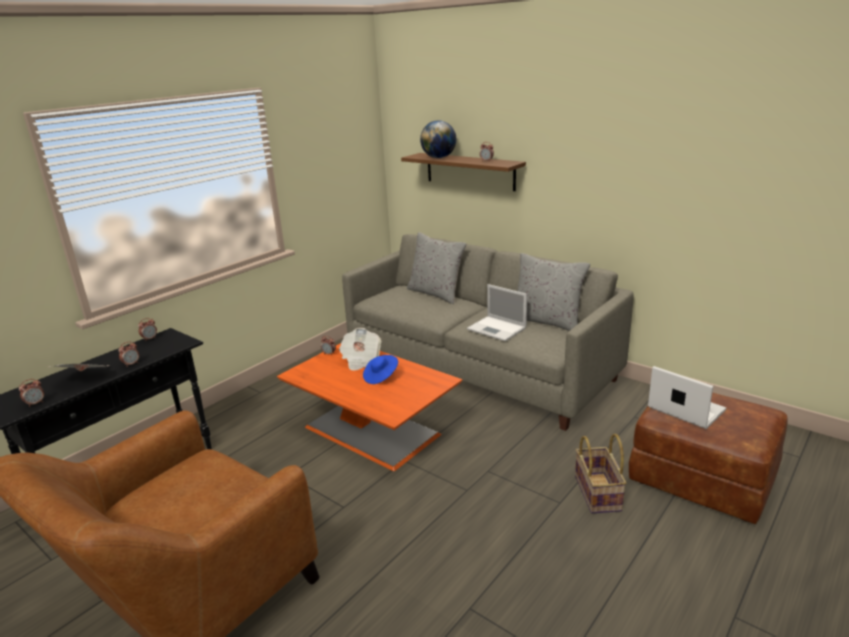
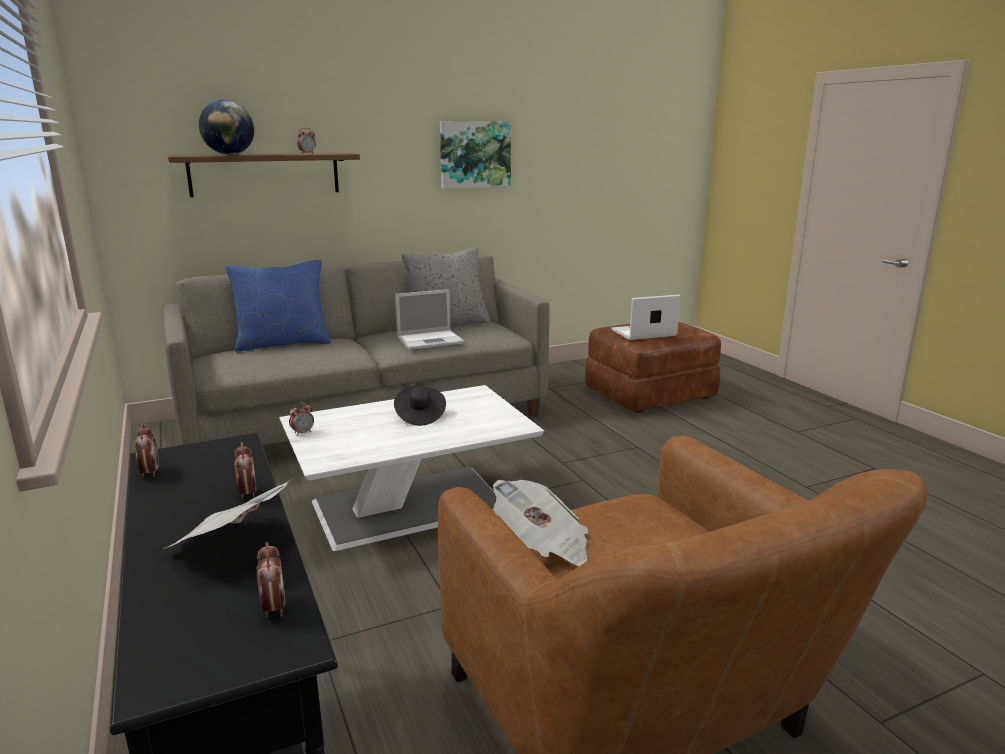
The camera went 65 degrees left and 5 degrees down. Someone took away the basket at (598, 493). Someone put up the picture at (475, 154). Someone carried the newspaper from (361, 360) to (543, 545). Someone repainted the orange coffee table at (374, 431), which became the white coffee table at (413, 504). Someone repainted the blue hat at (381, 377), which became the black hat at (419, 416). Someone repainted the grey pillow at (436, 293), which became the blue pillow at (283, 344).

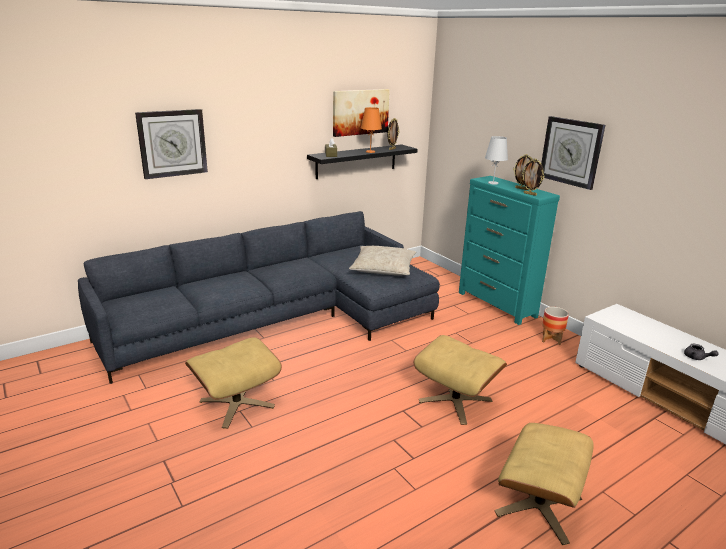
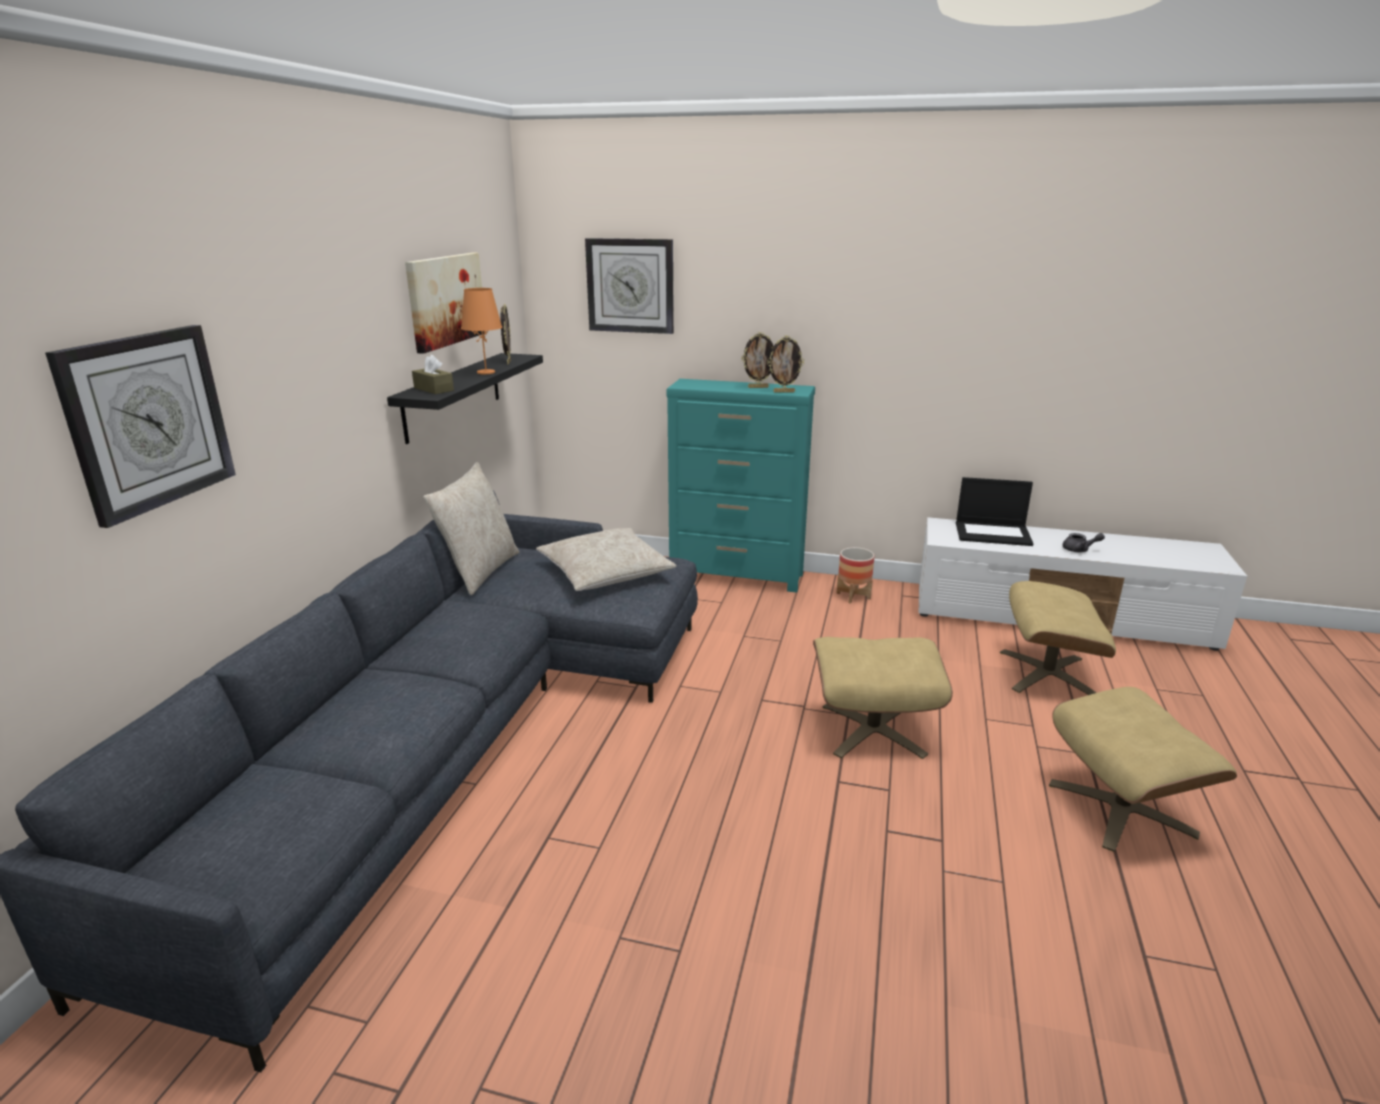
The camera went 40 degrees left and 0 degrees up. Someone took away the white table lamp at (493, 183). Someone put down the beige pillow at (479, 571). Someone put down the laptop at (993, 533). Someone carried the beige ottoman from (237, 403) to (1047, 674). Someone carried the wall clock from (571, 152) to (630, 286).

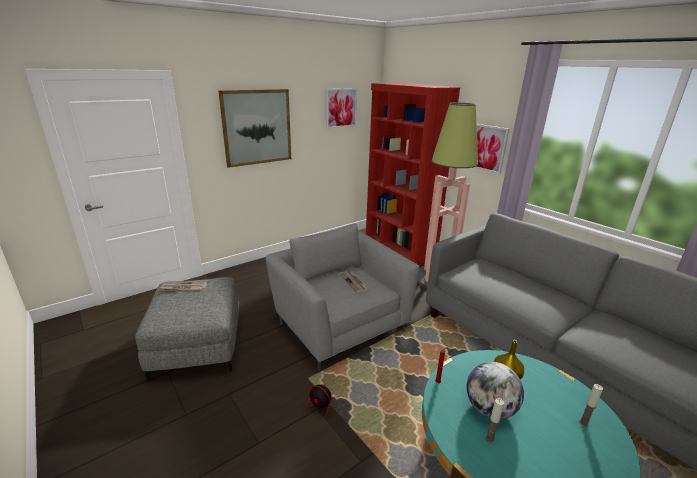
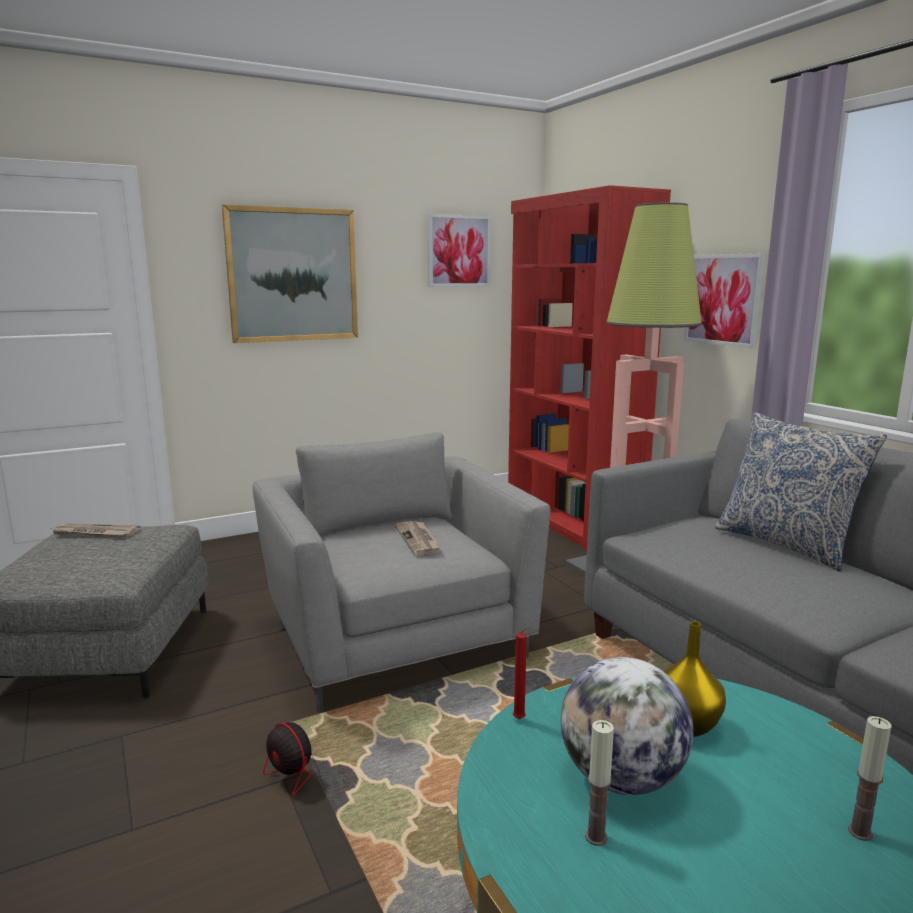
The camera went 10 degrees right and 10 degrees down. Someone put down the pillow at (786, 544).

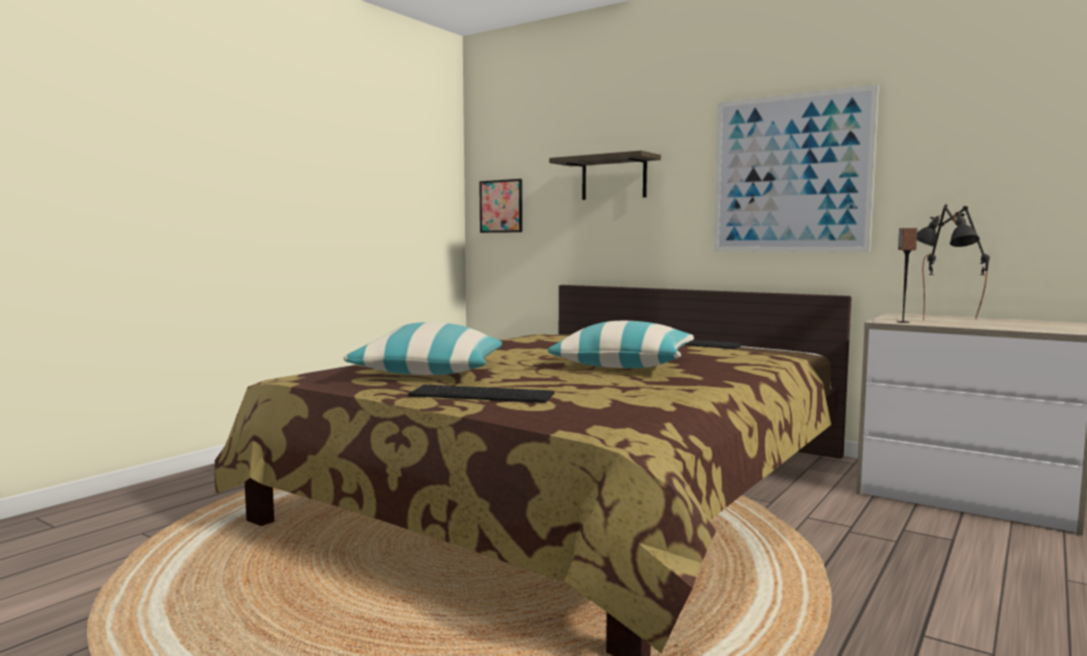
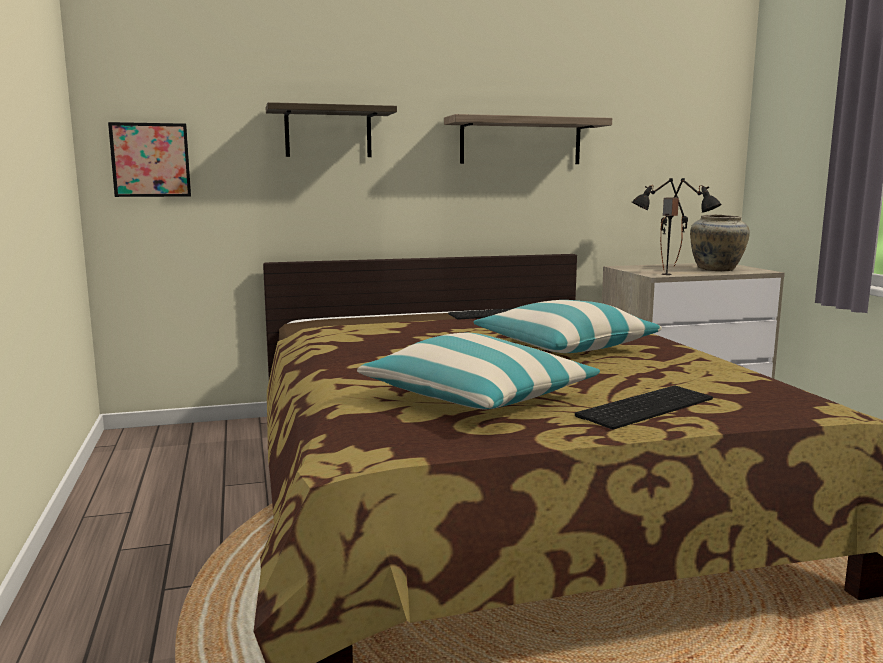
The camera went 50 degrees left and 5 degrees up. Someone put down the beige vase at (716, 269). Someone swapped the picture at (790, 174) for the shelf at (521, 141).

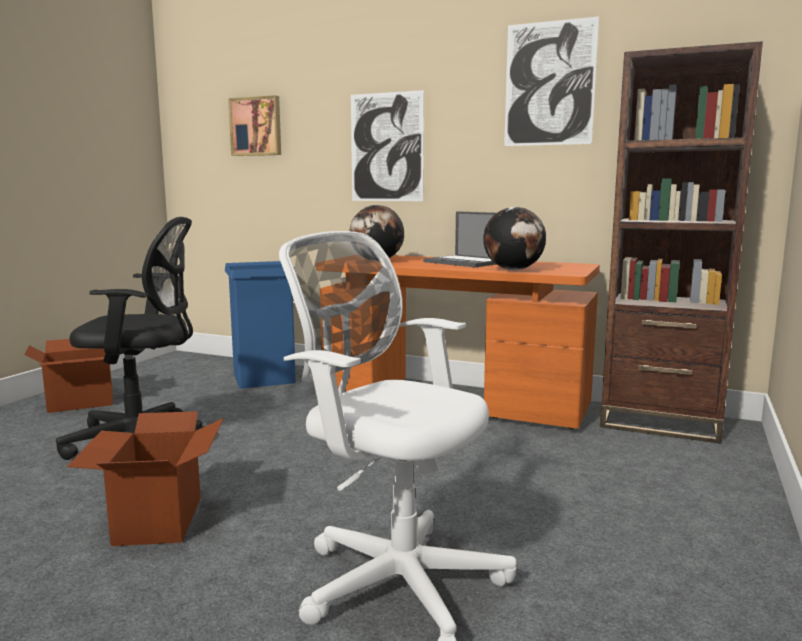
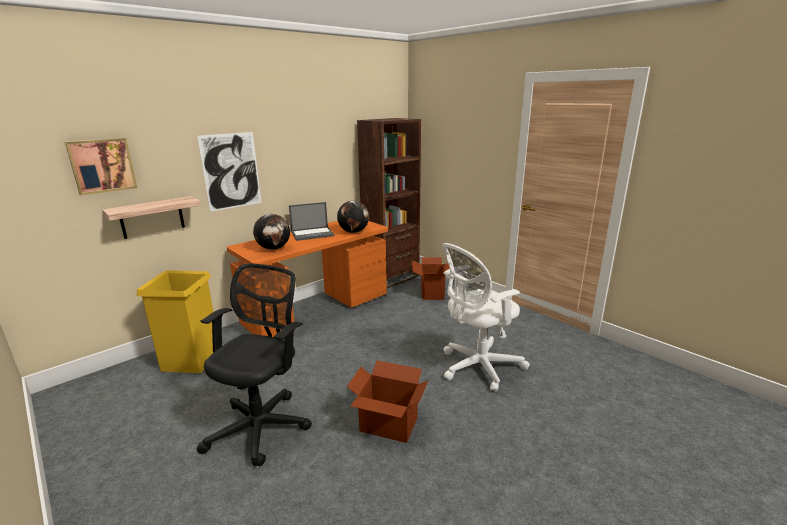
The camera went 65 degrees left and 10 degrees up. Someone took away the picture at (549, 84). Someone put up the shelf at (152, 217). Someone carried the cardboard box from (81, 403) to (432, 293). Someone repainted the blue trash can at (264, 378), which became the yellow trash can at (191, 359).

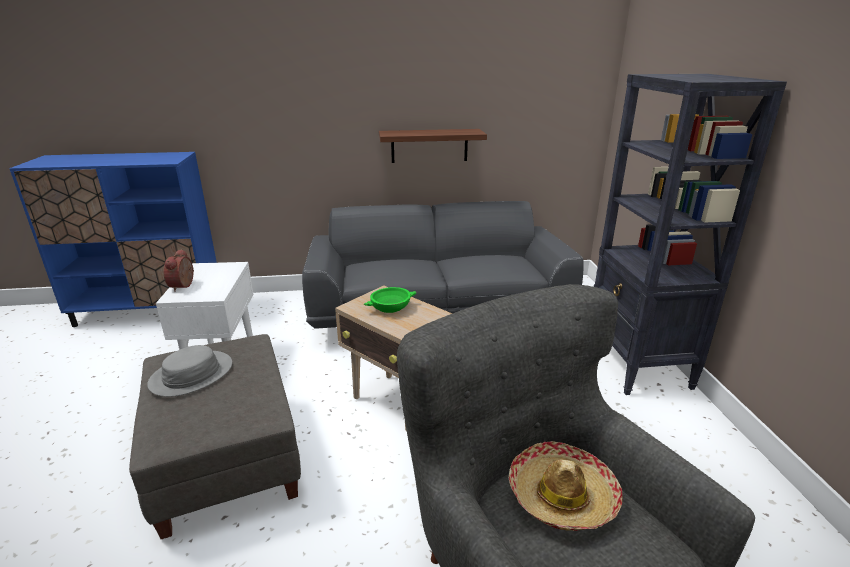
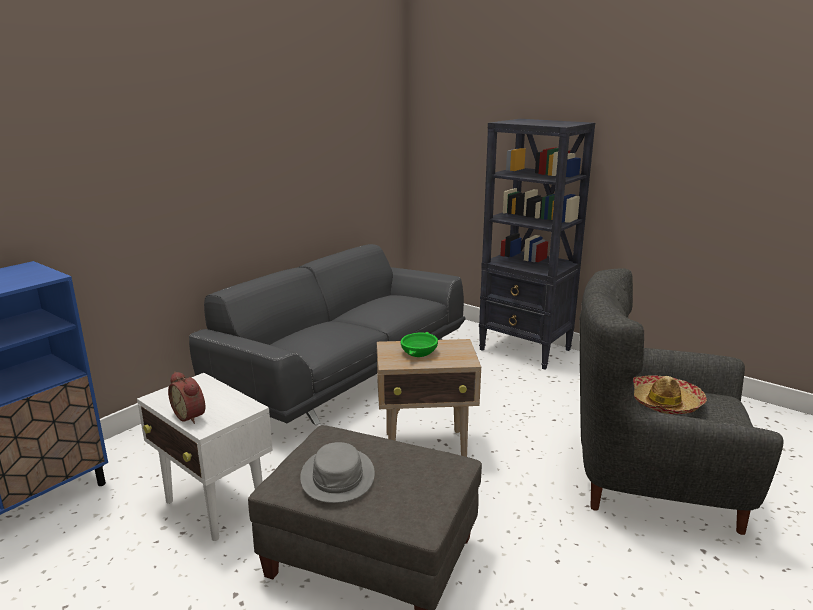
The camera went 45 degrees left and 5 degrees down. Someone took away the shelf at (429, 145).

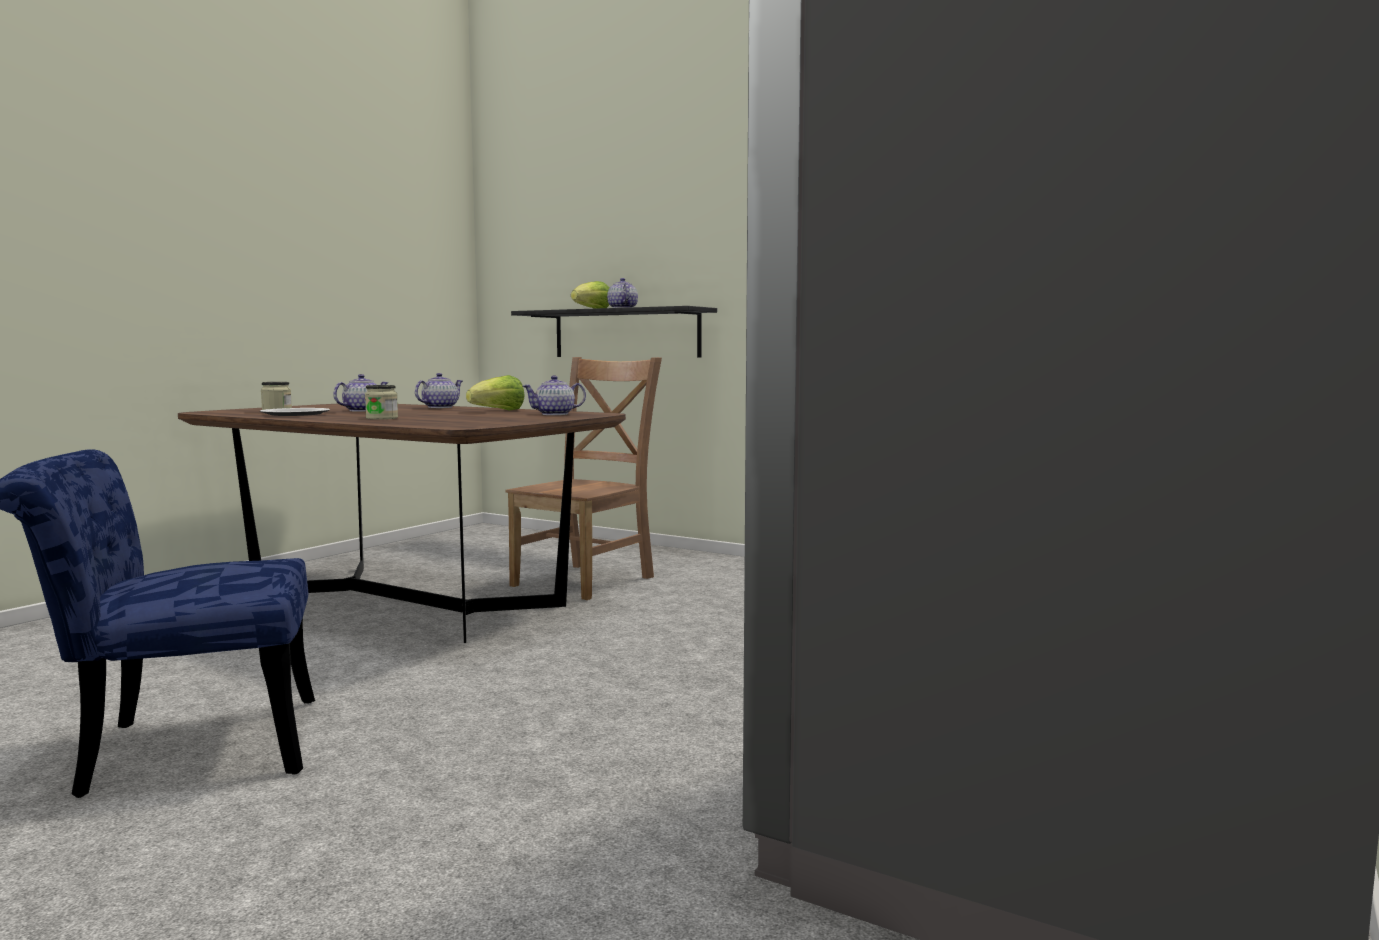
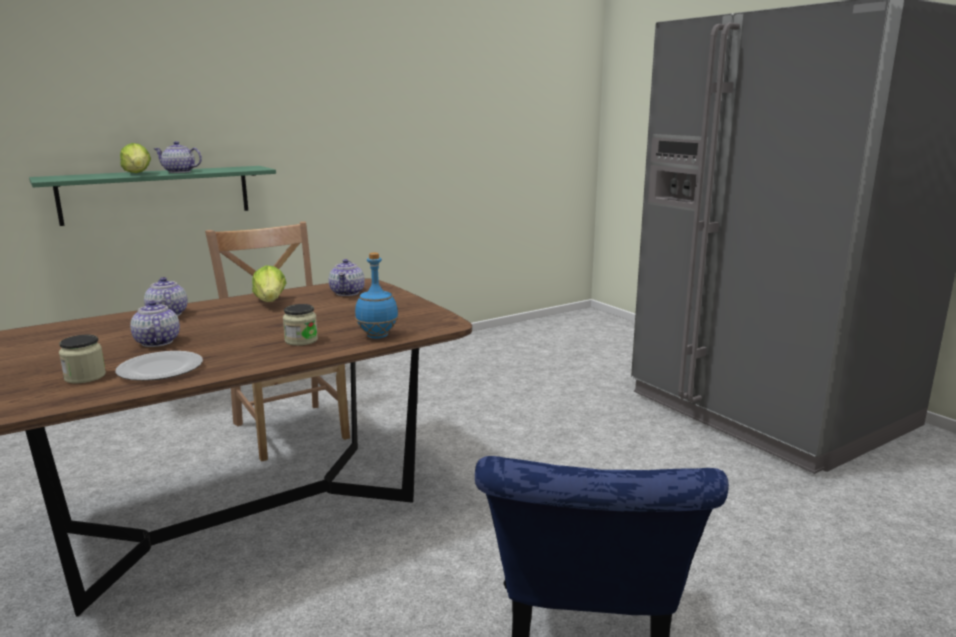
The camera went 65 degrees left and 10 degrees up. Someone put down the blue bottle at (377, 336). Someone repainted the black shelf at (626, 333), which became the green shelf at (156, 194).

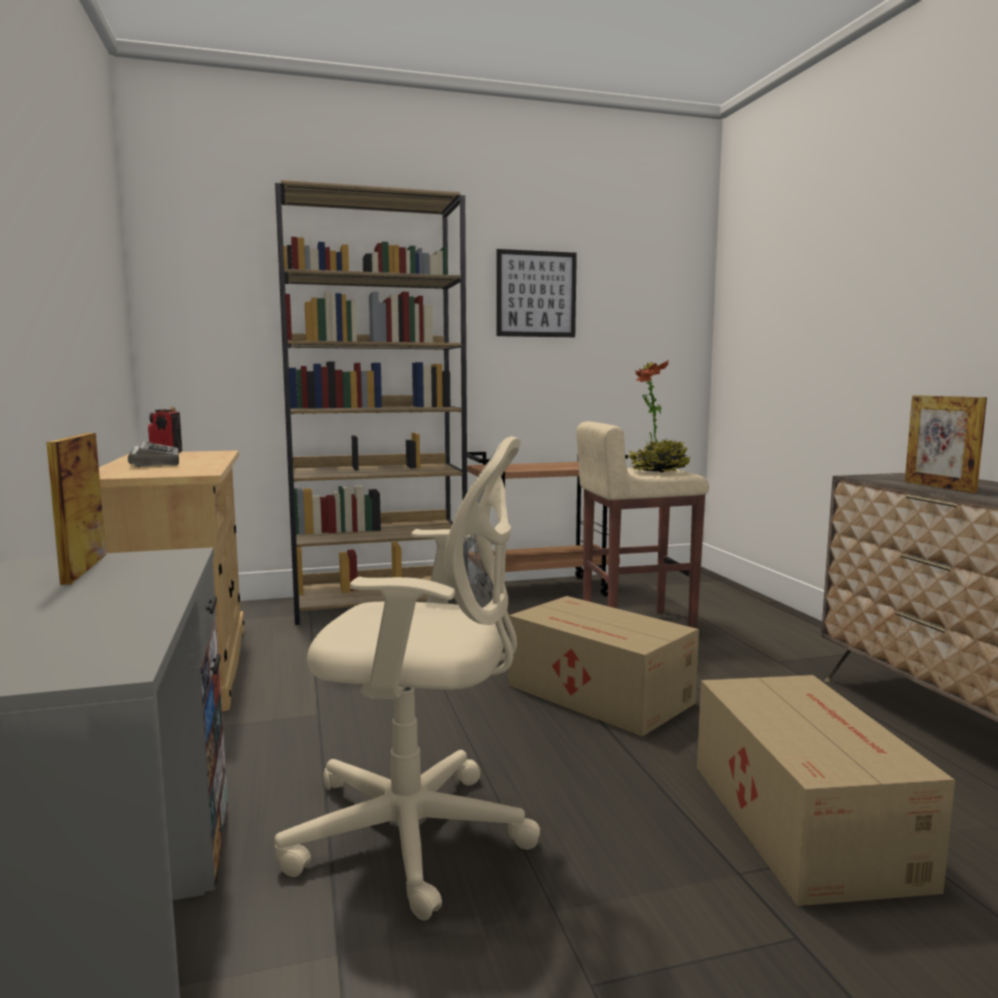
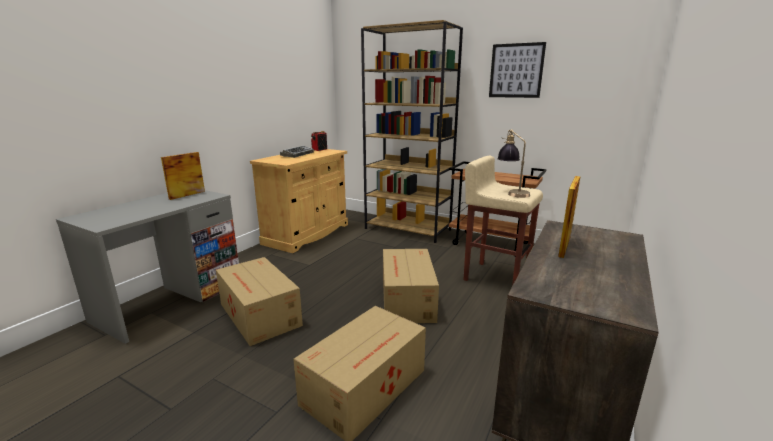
The camera went 45 degrees right and 10 degrees up. Someone swapped the beige office chair at (419, 836) for the cardboard box at (259, 315). Someone swapped the potted plant at (658, 471) for the table lamp at (511, 192).

